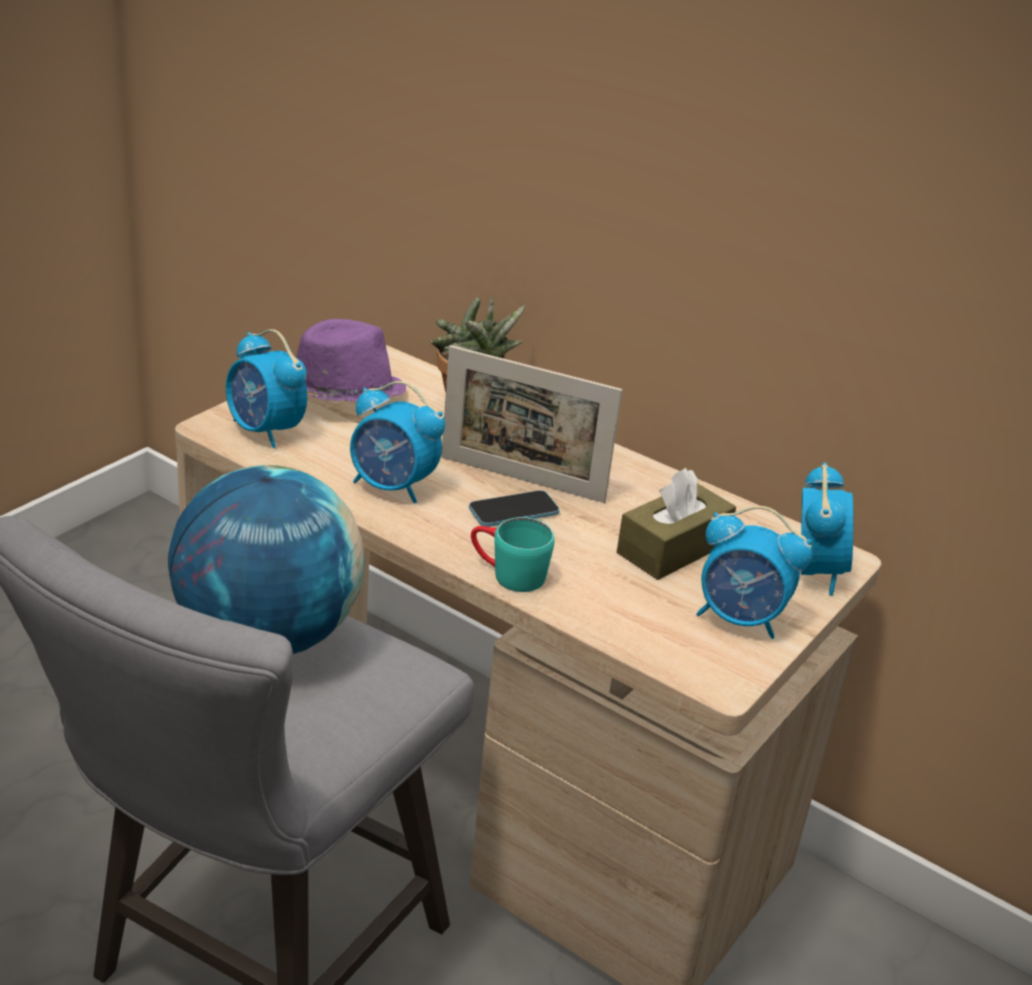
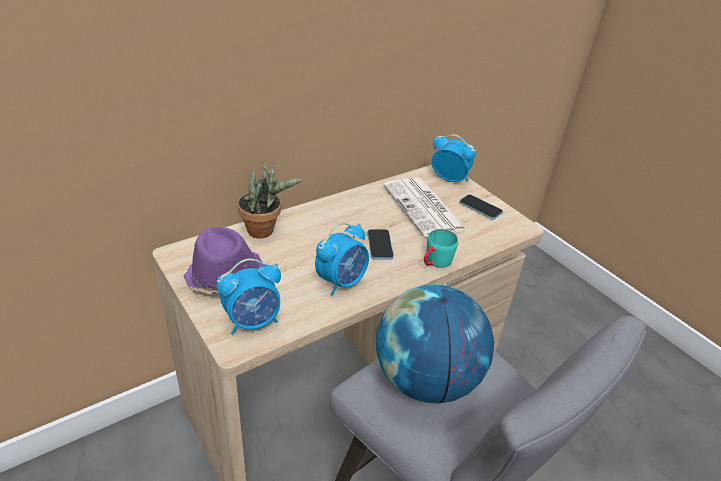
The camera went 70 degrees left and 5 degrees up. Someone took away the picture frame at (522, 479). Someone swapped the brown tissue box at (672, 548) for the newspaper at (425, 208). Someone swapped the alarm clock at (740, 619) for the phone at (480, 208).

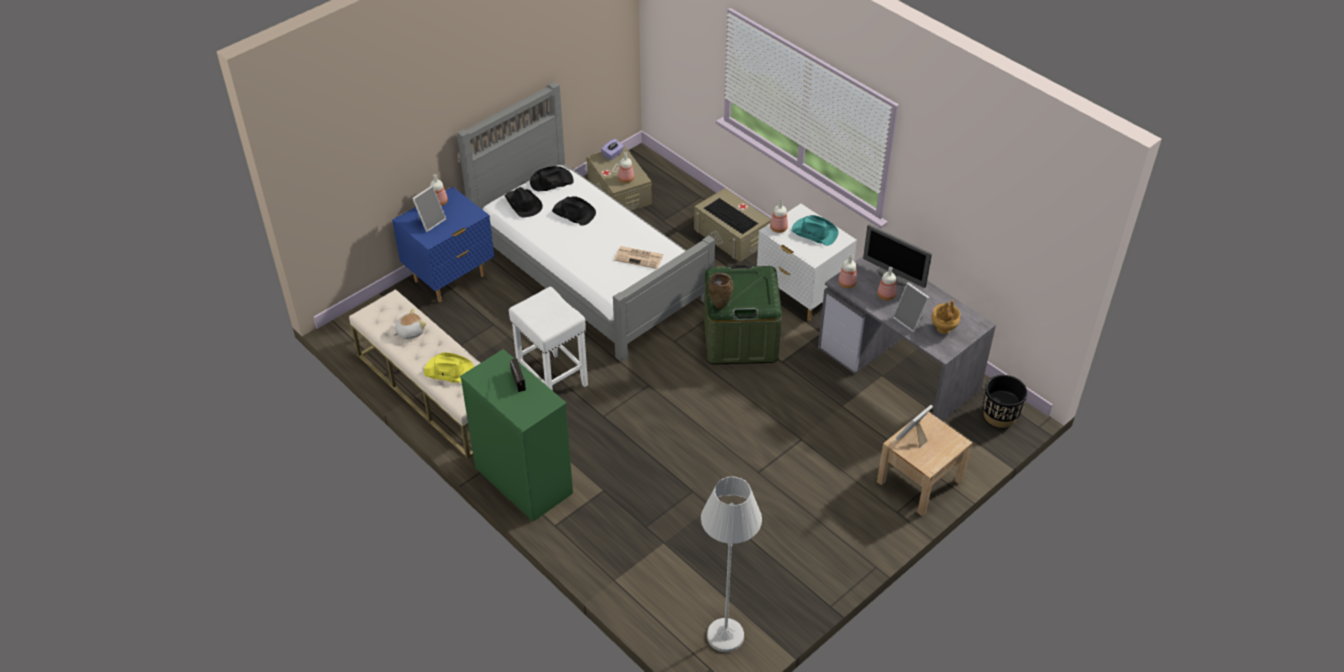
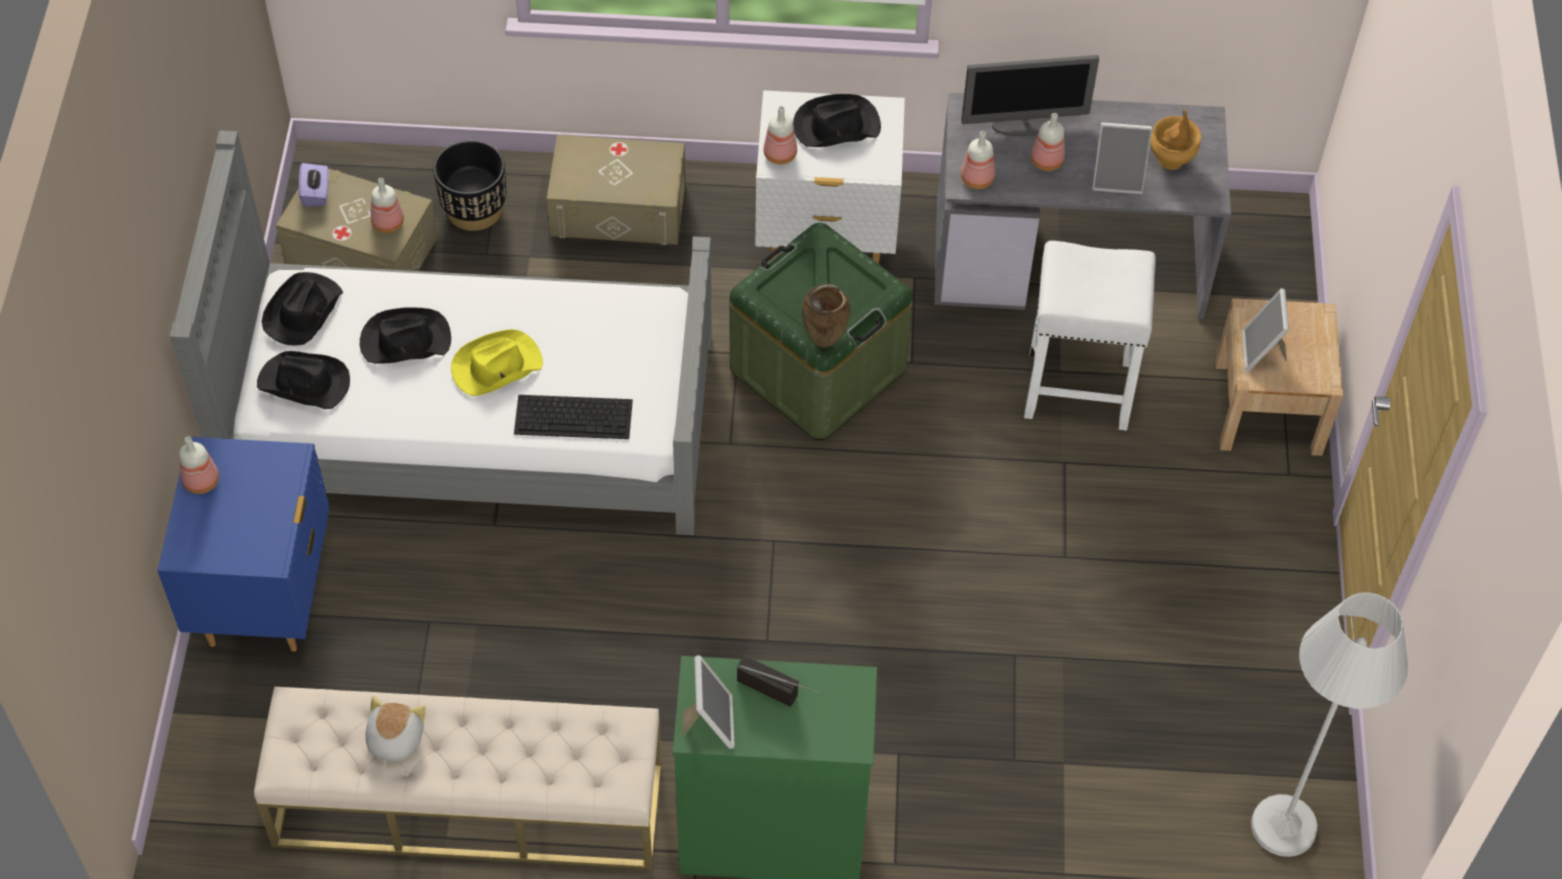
The camera went 45 degrees left and 10 degrees up. Someone took away the newspaper at (639, 257). Someone carried the picture frame from (430, 221) to (710, 722). Someone carried the yellow hat from (448, 370) to (495, 366). Someone carried the white stool from (551, 379) to (1075, 390). Someone carried the keyboard from (731, 216) to (574, 416). Someone carried the black planter from (1000, 415) to (474, 209). Someone repainted the turquoise hat at (814, 232), which became the black hat at (835, 126).

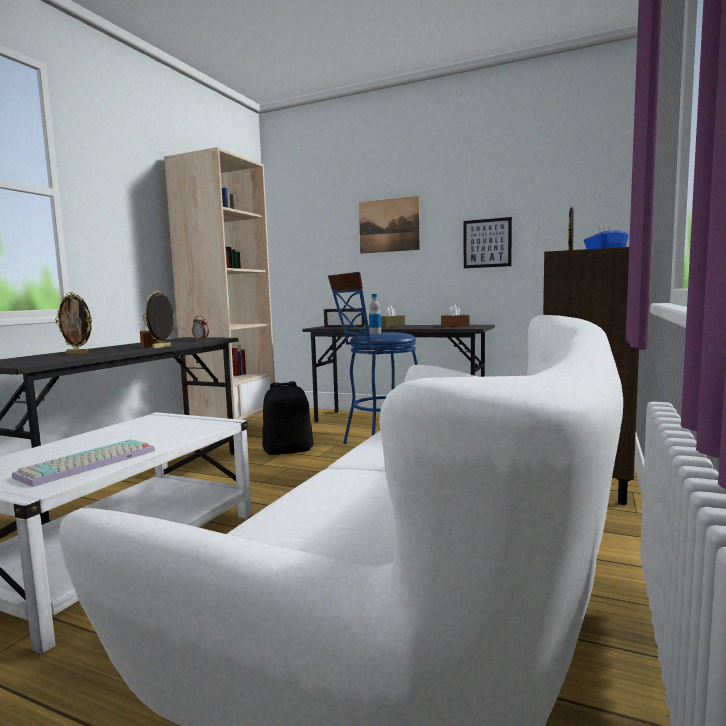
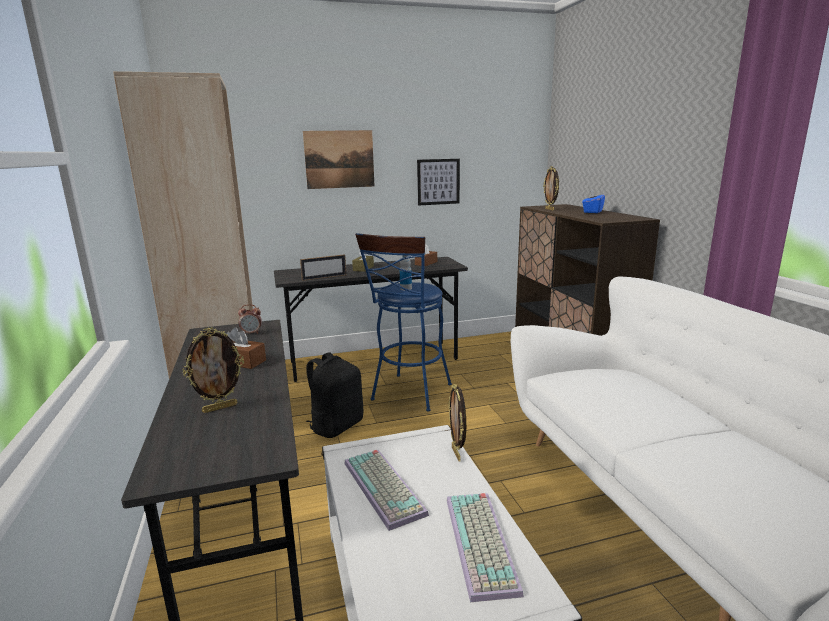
The camera went 40 degrees left and 10 degrees up. Someone put down the keyboard at (386, 487). Someone carried the picture frame from (162, 347) to (457, 454).

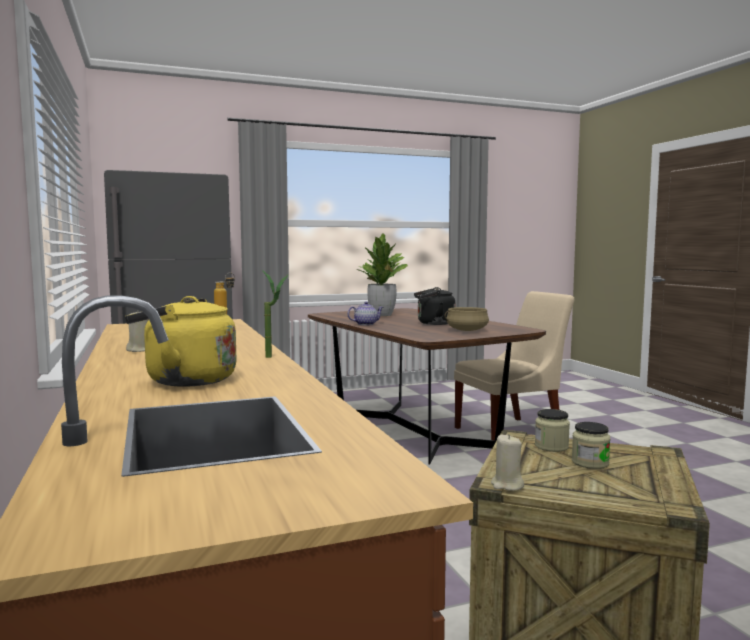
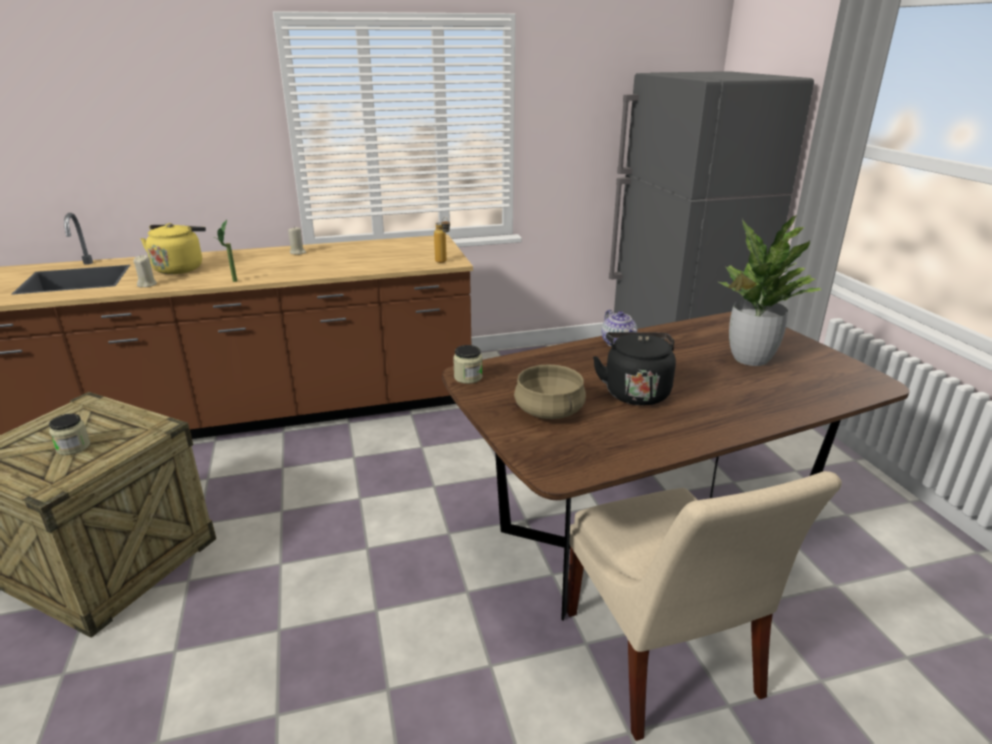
The camera went 95 degrees right and 20 degrees up. Someone carried the beige candle from (507, 485) to (147, 284). Someone carried the jar from (551, 446) to (468, 377).

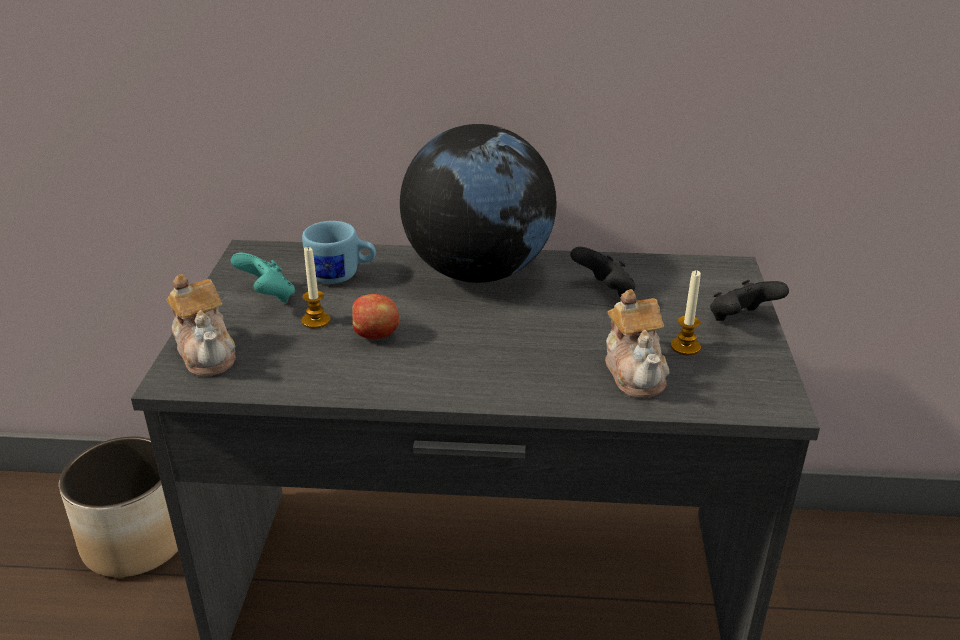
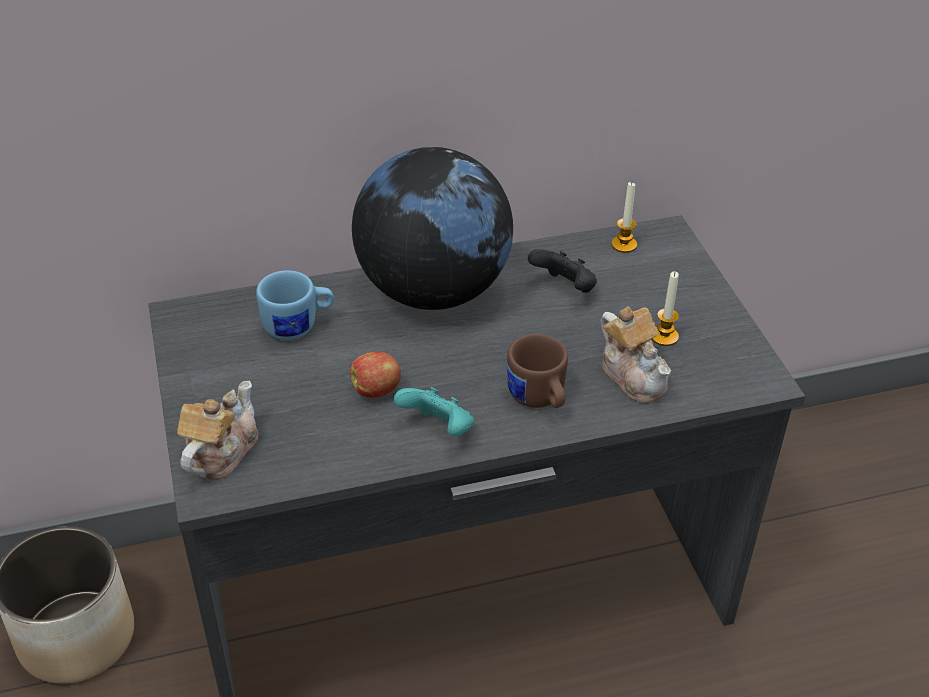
The camera went 20 degrees left and 10 degrees up. Someone took away the black game controller at (741, 320). Someone put down the brown mug at (538, 399). Someone carried the turquoise game controller from (268, 297) to (438, 429). Someone carried the candle from (316, 321) to (624, 245). Someone rotated the teapot at (207, 353) by 105 degrees counterclockwise.

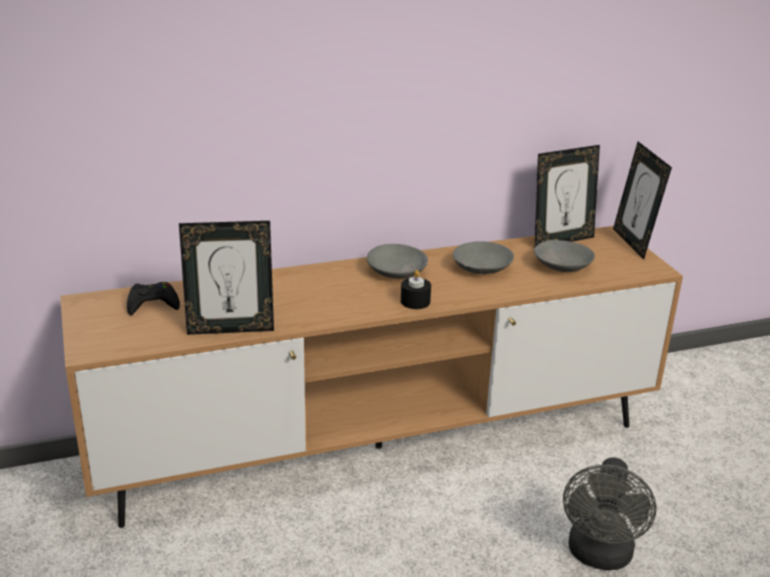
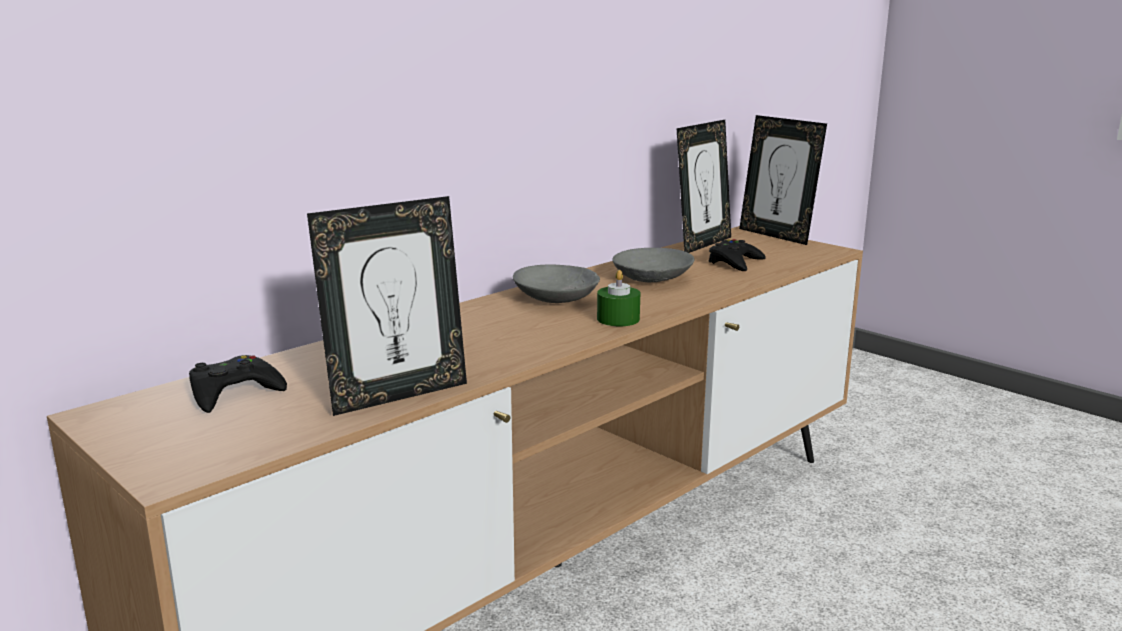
The camera went 25 degrees left and 10 degrees down. Someone took away the grey fan at (599, 556). Someone swapped the grey bowl at (562, 266) for the black game controller at (735, 262). Someone repainted the black candle at (415, 301), which became the green candle at (618, 319).

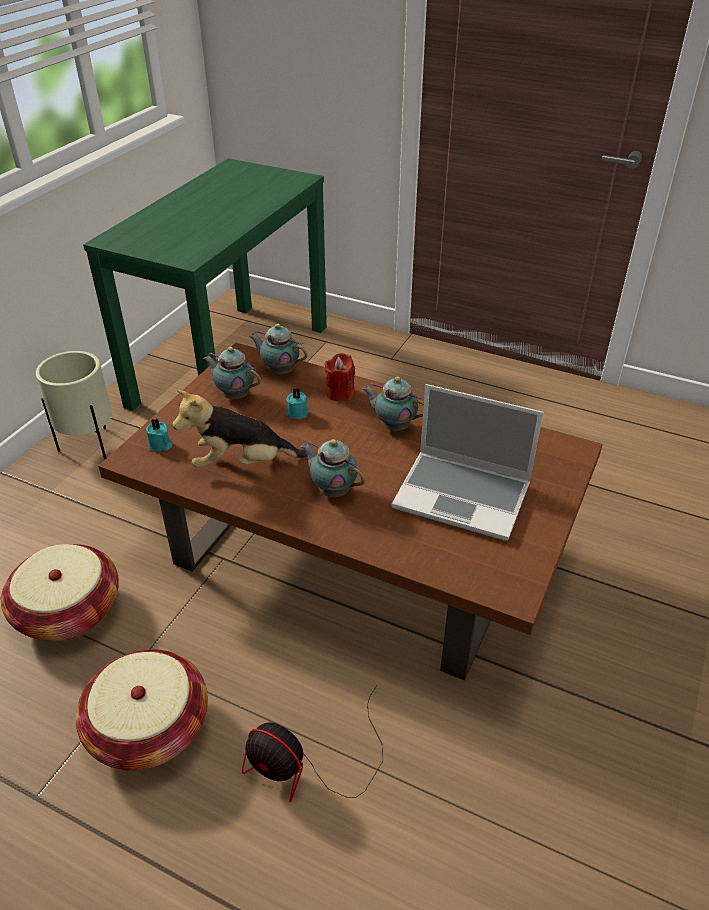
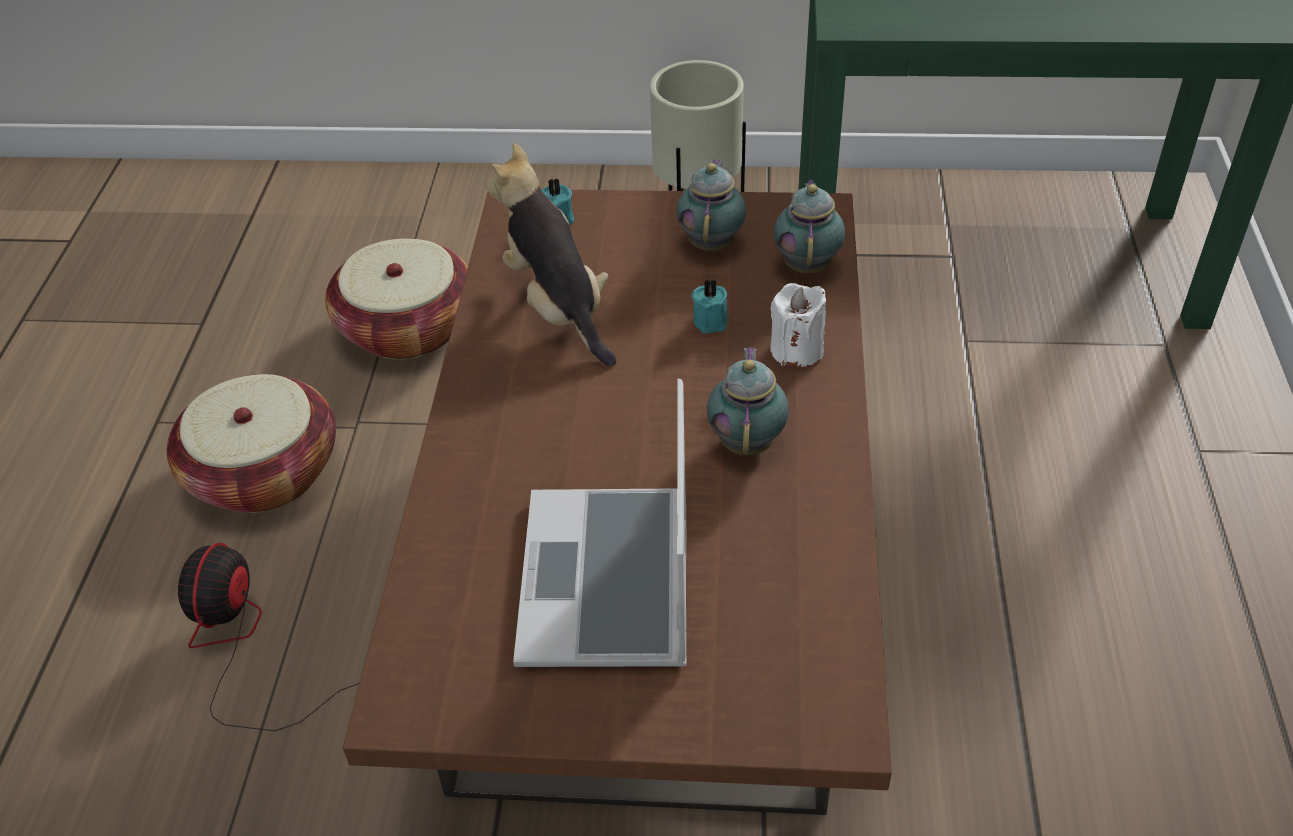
The camera went 70 degrees right and 5 degrees up. Someone took away the teapot at (332, 490). Someone repainted the red candle at (340, 393), which became the white candle at (796, 350).

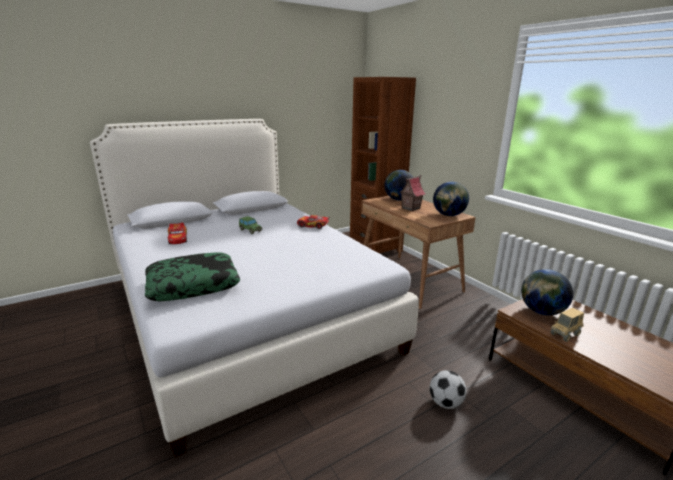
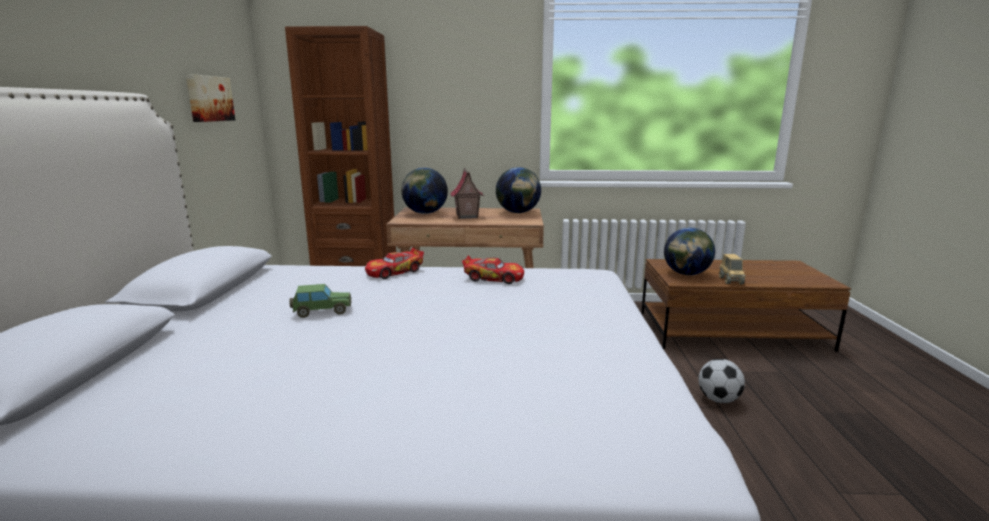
The camera went 55 degrees left and 5 degrees down. Someone took away the pillow at (193, 285). Someone put up the picture at (209, 98). Someone carried the toy car from (178, 239) to (493, 278).

